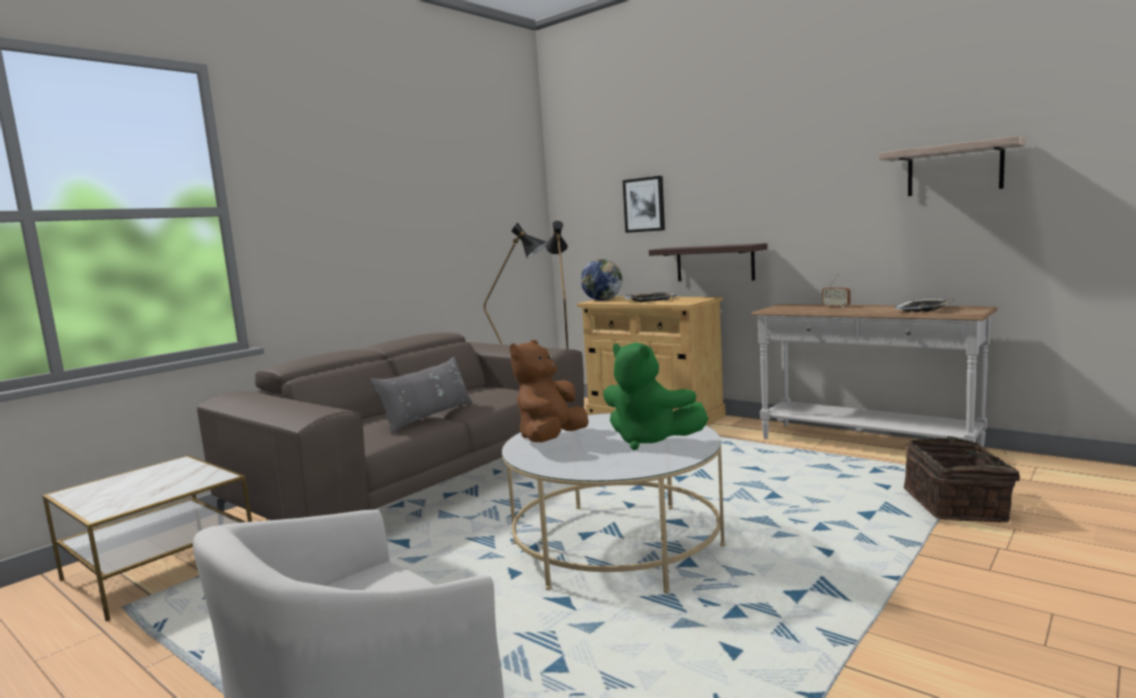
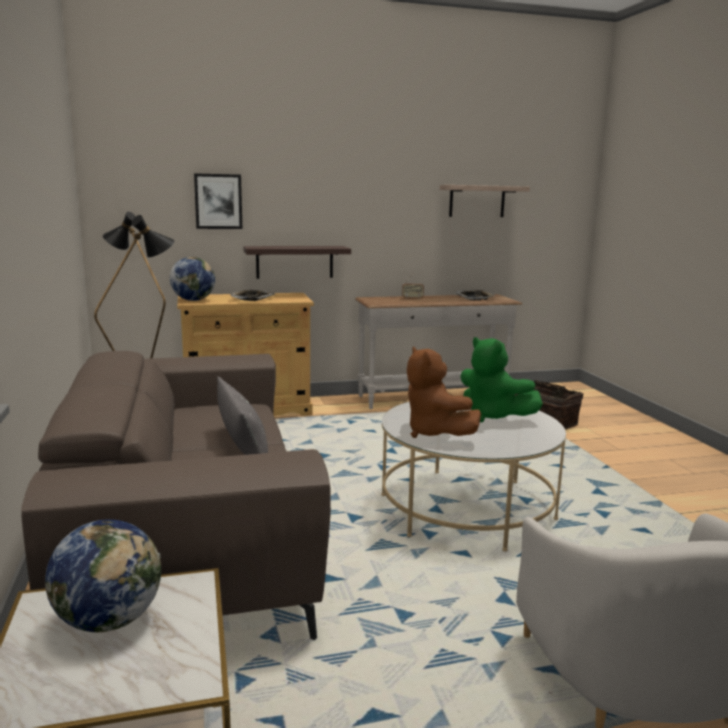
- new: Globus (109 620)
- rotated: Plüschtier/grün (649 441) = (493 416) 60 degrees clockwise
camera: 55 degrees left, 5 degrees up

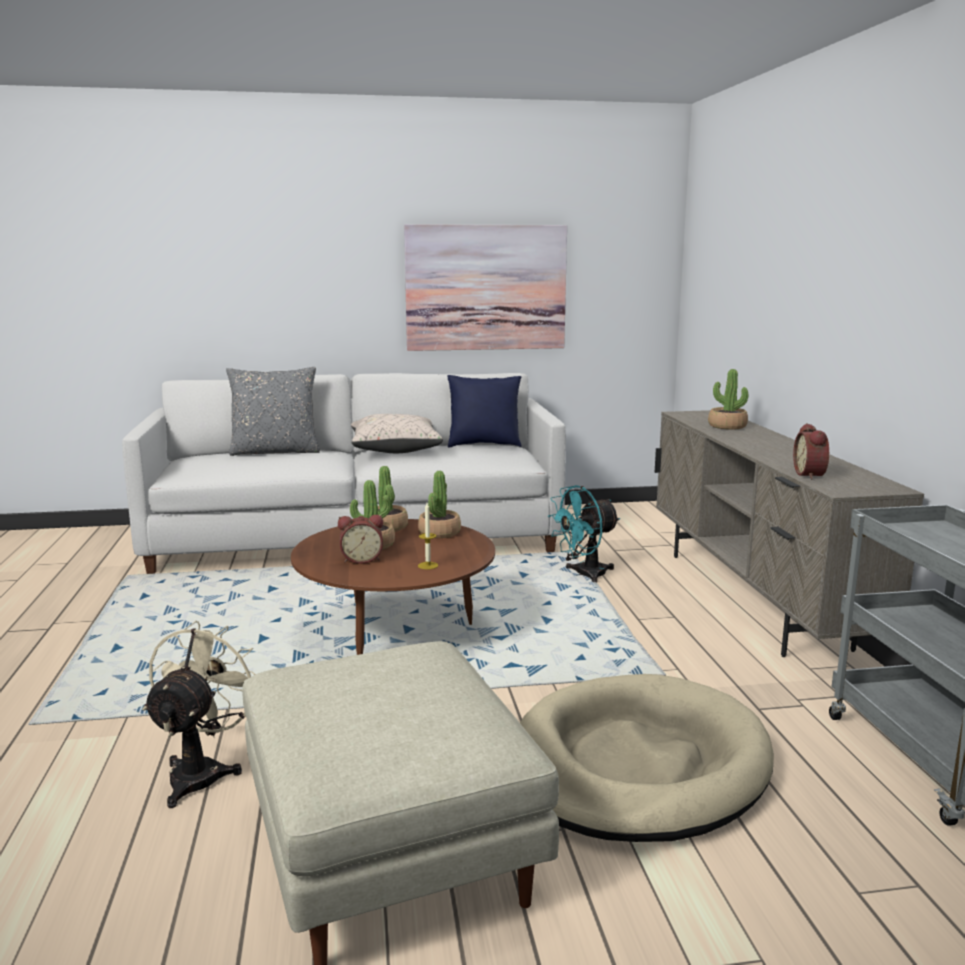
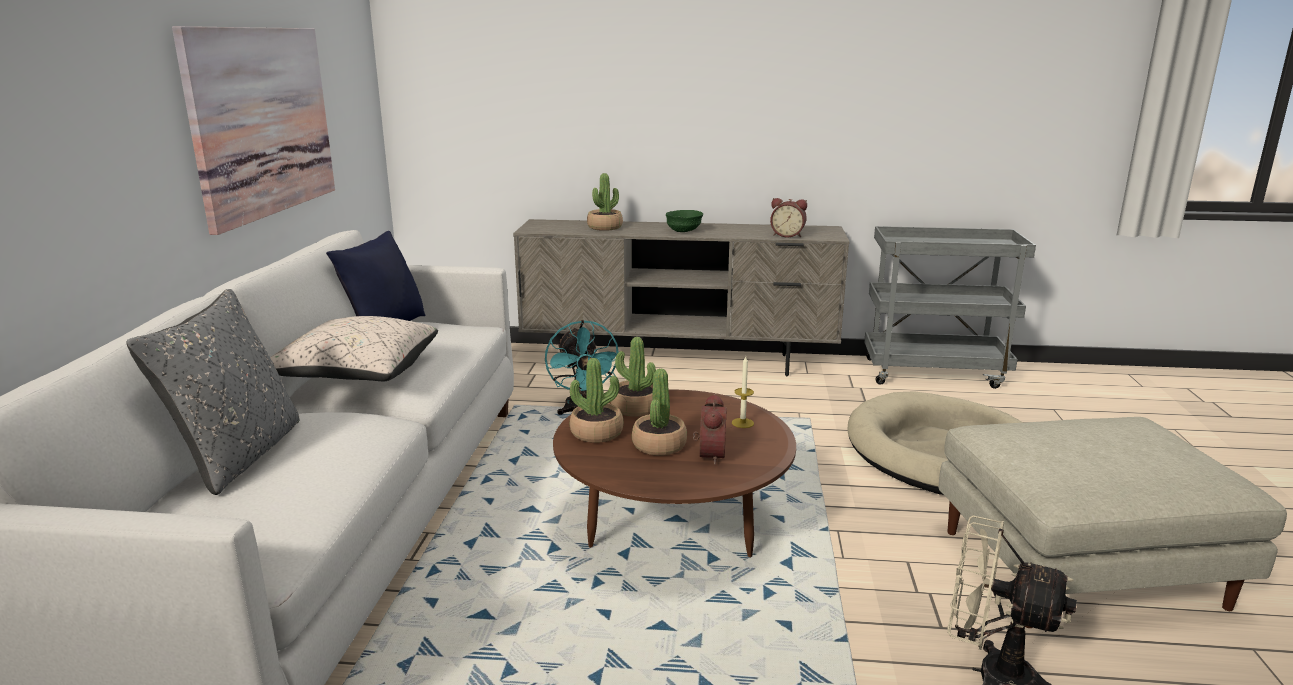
- new: Schüssel/grün (684 231)
camera: 75 degrees left, 5 degrees up

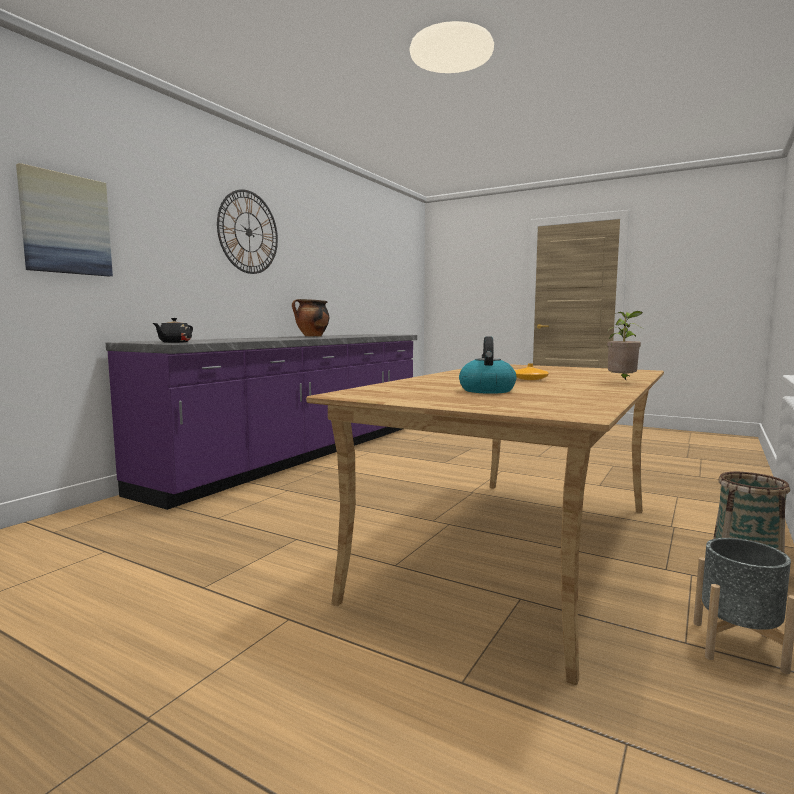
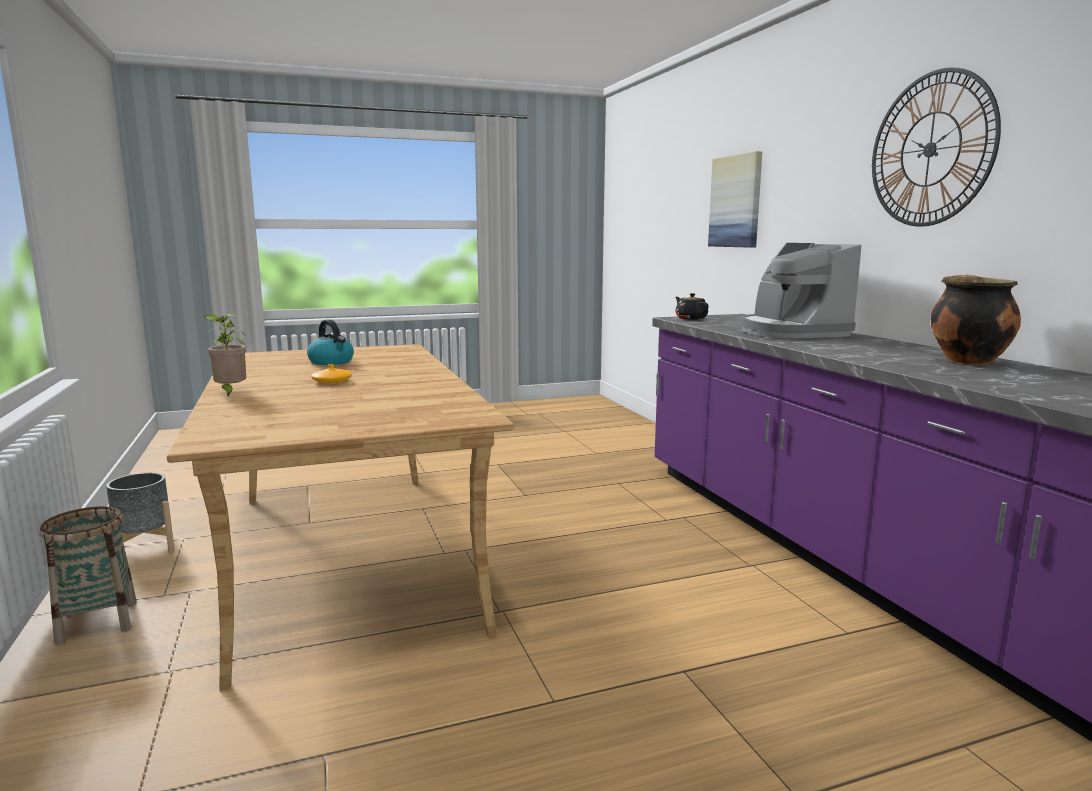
- new: Kaffeemaschine (791 332)
camera: 130 degrees right, 5 degrees up

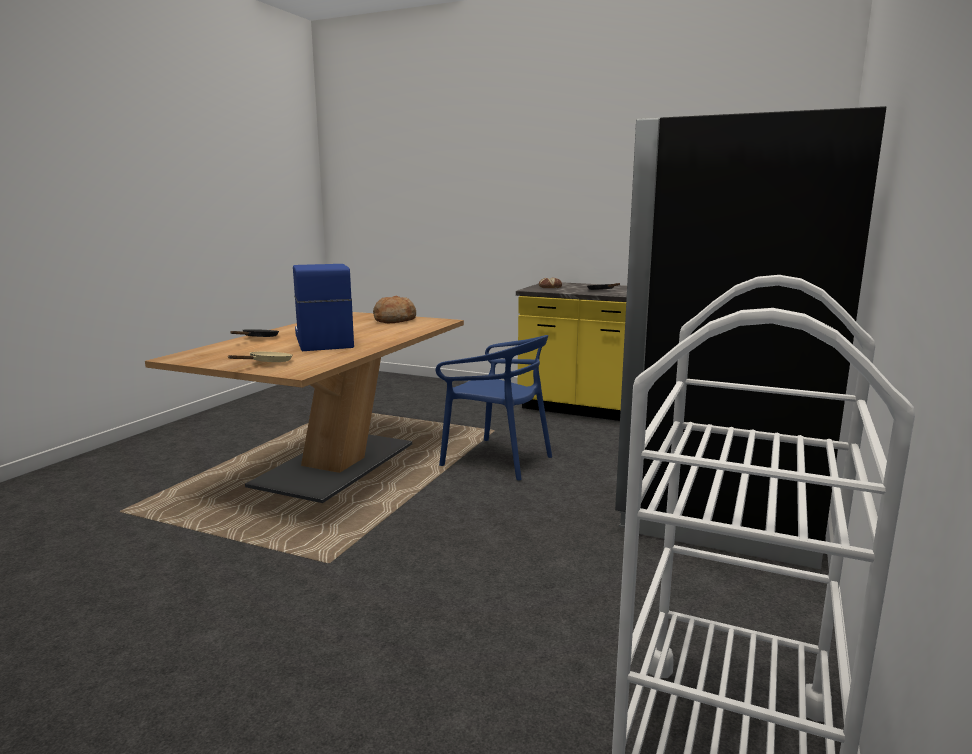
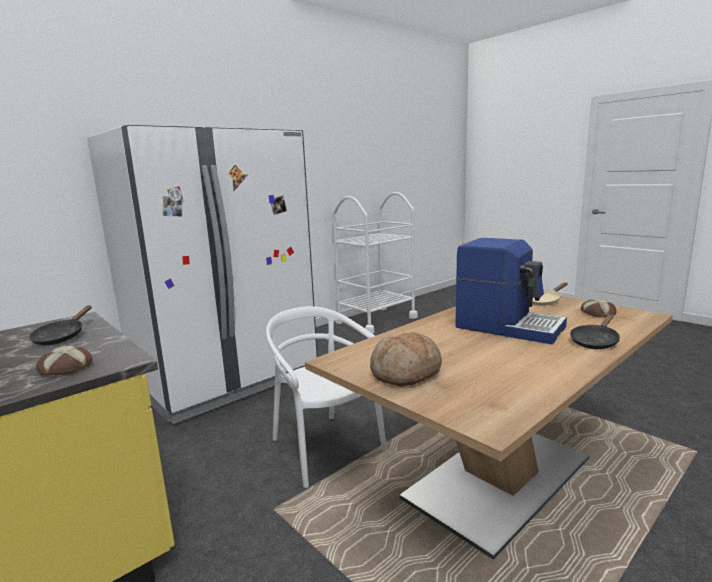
- repainted: Kühlschrank/schwarz (722 498) to Kühlschrank/weiß (226 379)
- repainted: Stuhl/blau (497 460) to Stuhl/weiß (325 448)
- rotated: Kaffeemaschine (322 341) = (509 326) 60 degrees counterclockwise
- new: Brot (597 313)
camera: 155 degrees left, 0 degrees up

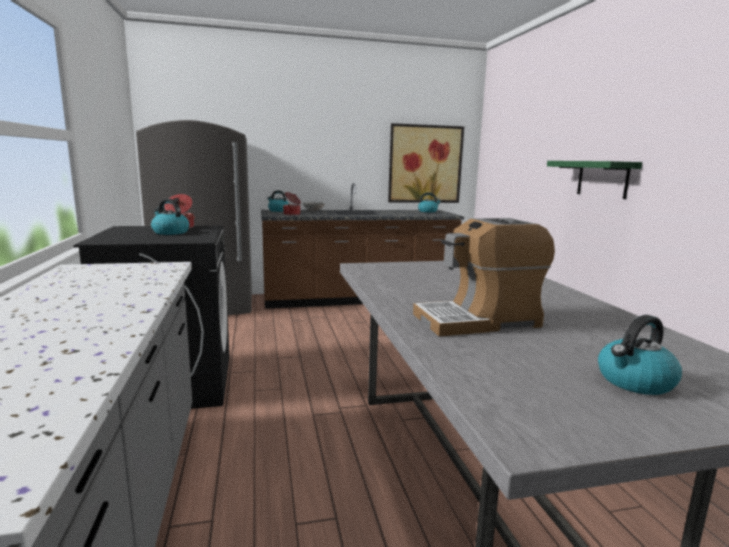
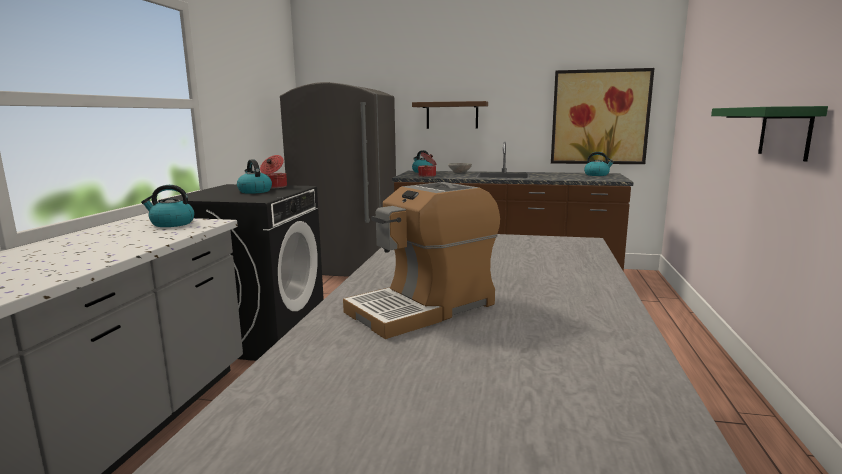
- shifted: Wasserkessel (635 382) to (171 224)
- rotated: Kaffeemaschine (478 320) = (423 308) 45 degrees counterclockwise
- new: Wandregal/braun (452 115)
camera: 25 degrees right, 0 degrees up

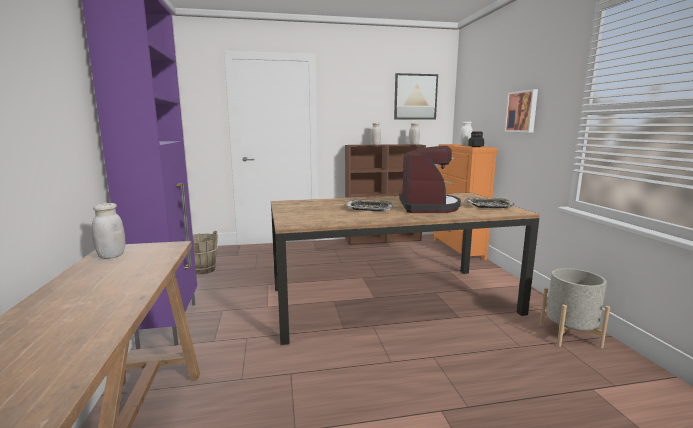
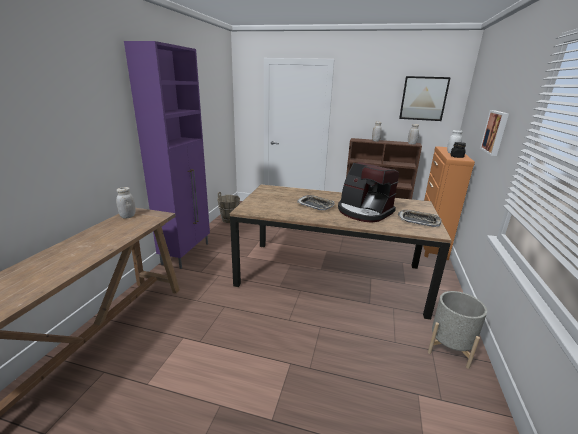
- rotated: Kaffeemaschine (428 207) = (364 212) 105 degrees clockwise
camera: 25 degrees right, 10 degrees up

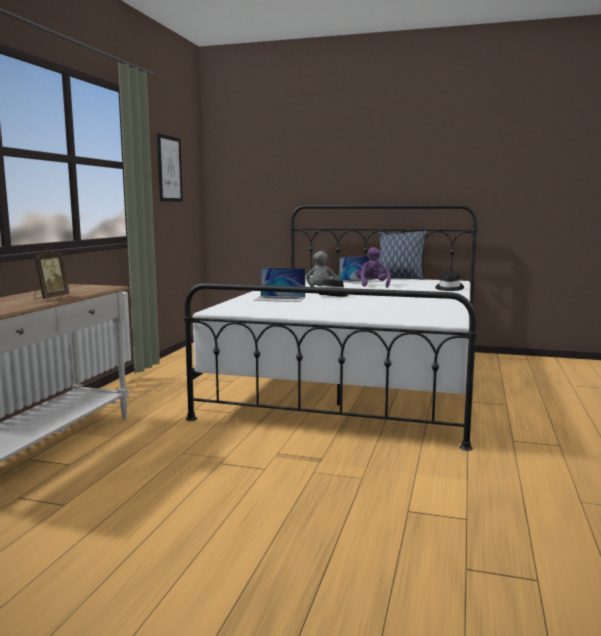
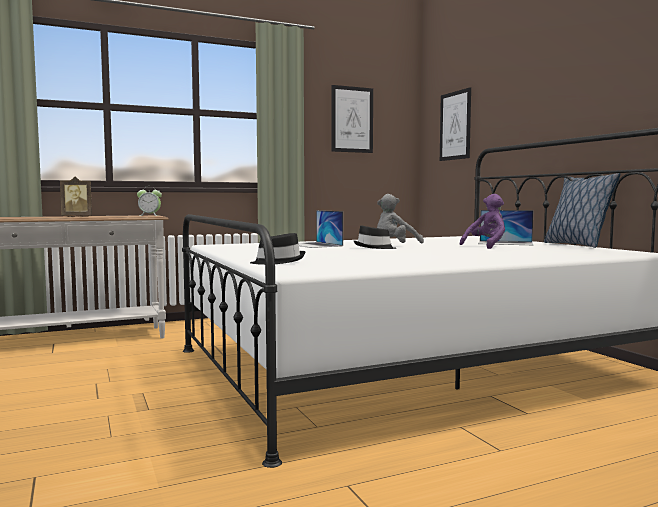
- new: Wecker (149 215)
- shifted: Hut/schwarz (448 288) to (278 262)
- new: Bild (455 125)
camera: 50 degrees right, 5 degrees down

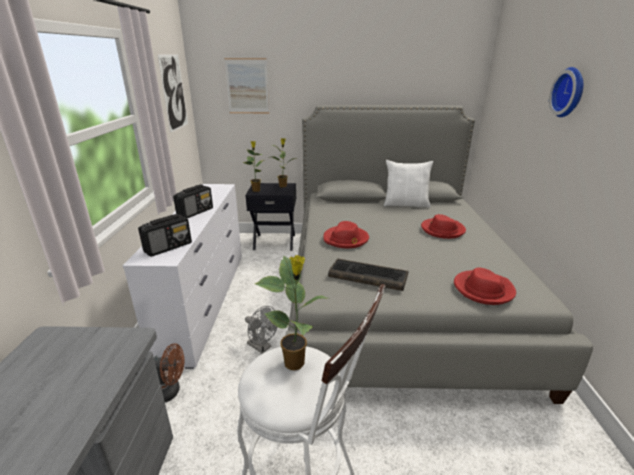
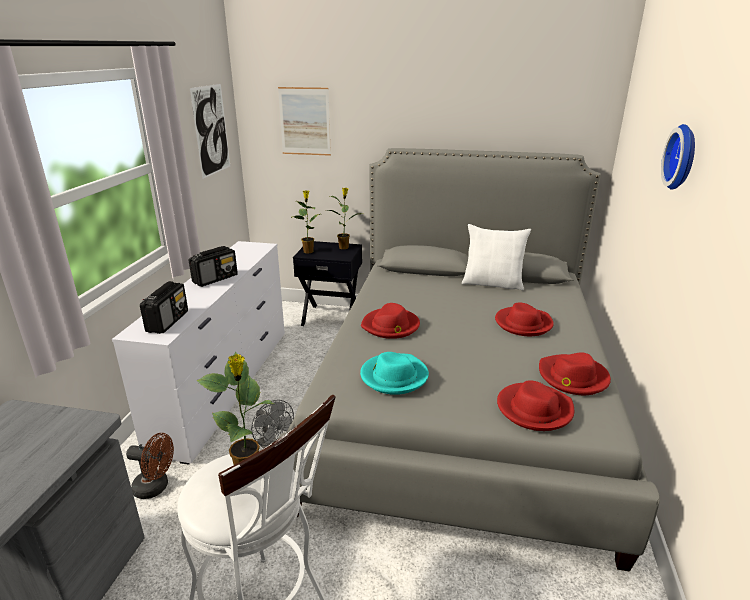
- rotated: Radio (168 247) = (168 321) 45 degrees counterclockwise
- swapped: Tastatur (367 275) to Hut/türkis (394 376)
- new: Hut/rot (572 377)
camera: 10 degrees right, 0 degrees up

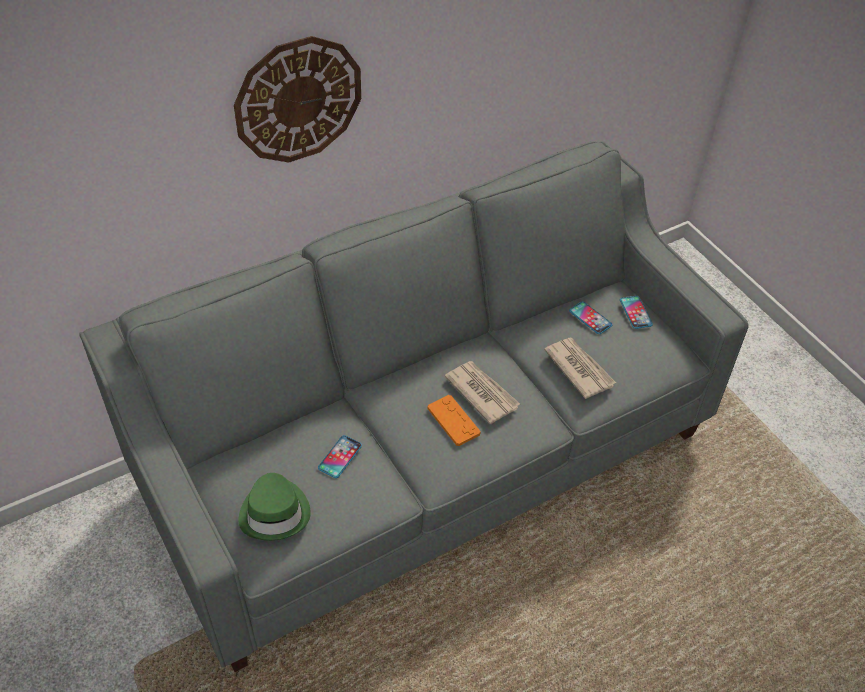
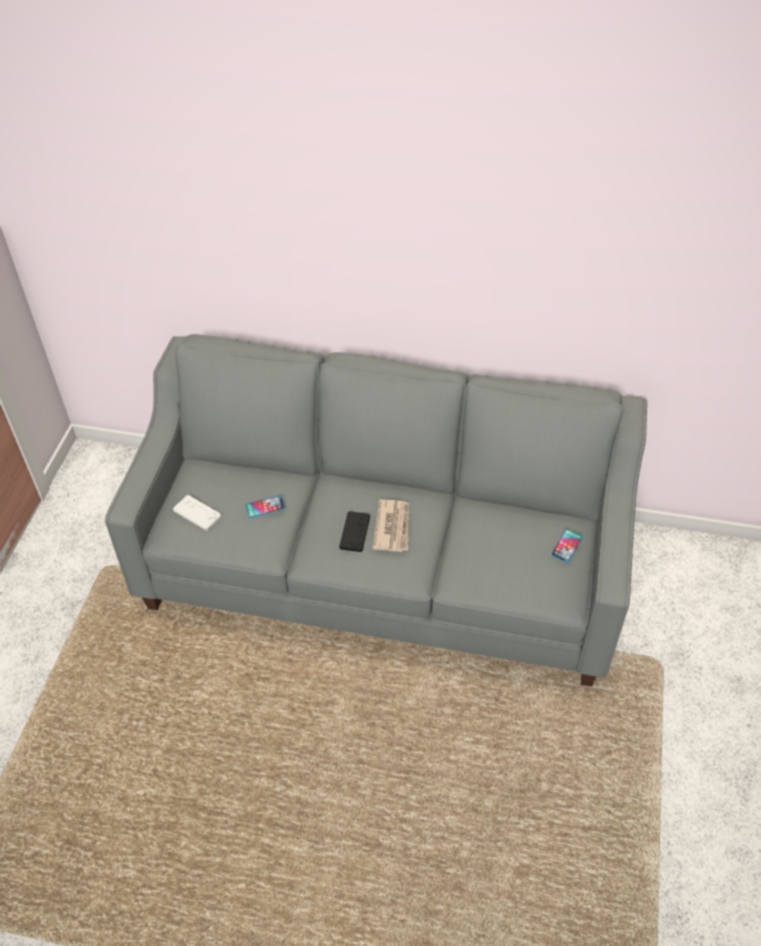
- swapped: Hut/grün (275 512) to Gamepad/weiß (197 513)
- repainted: Gamepad/orange (453 421) to Gamepad/schwarz (355 532)
- gone: Wanduhr (298 100)
- gone: Zeitung (579 368)
- gone: Handy (590 318)
camera: 45 degrees right, 0 degrees up

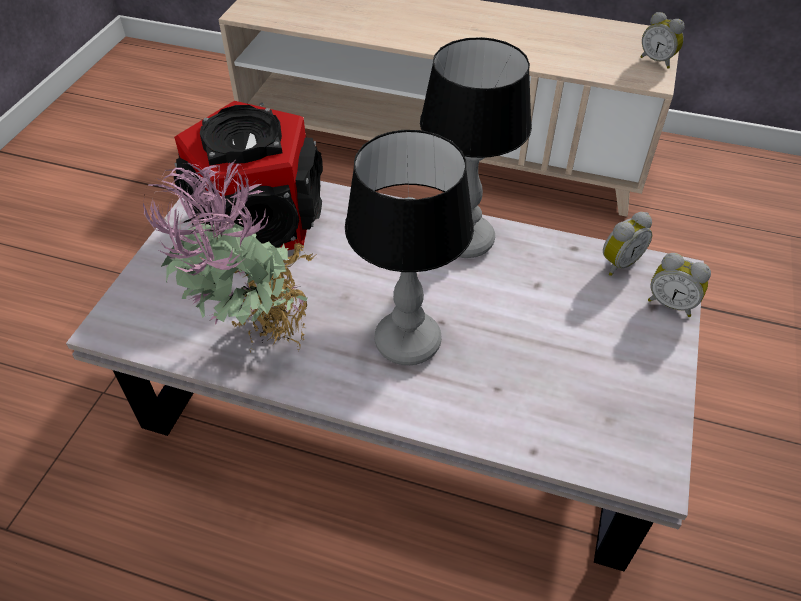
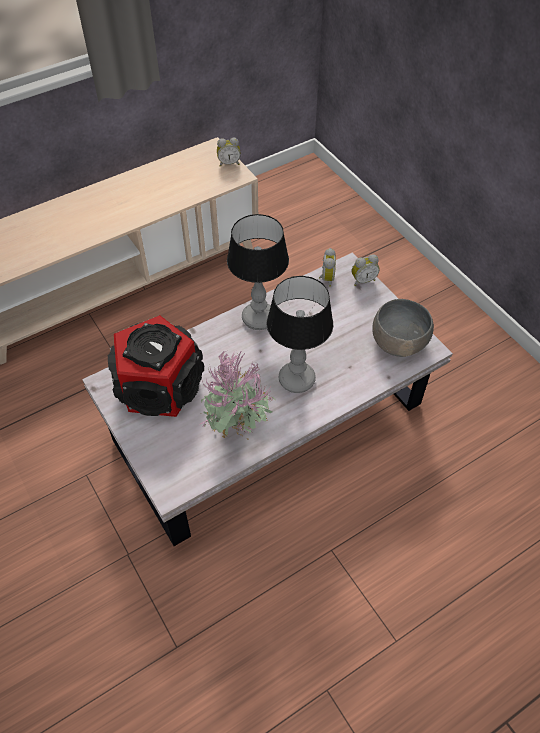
- new: Schüssel/grau (398 342)
camera: 50 degrees left, 5 degrees up

